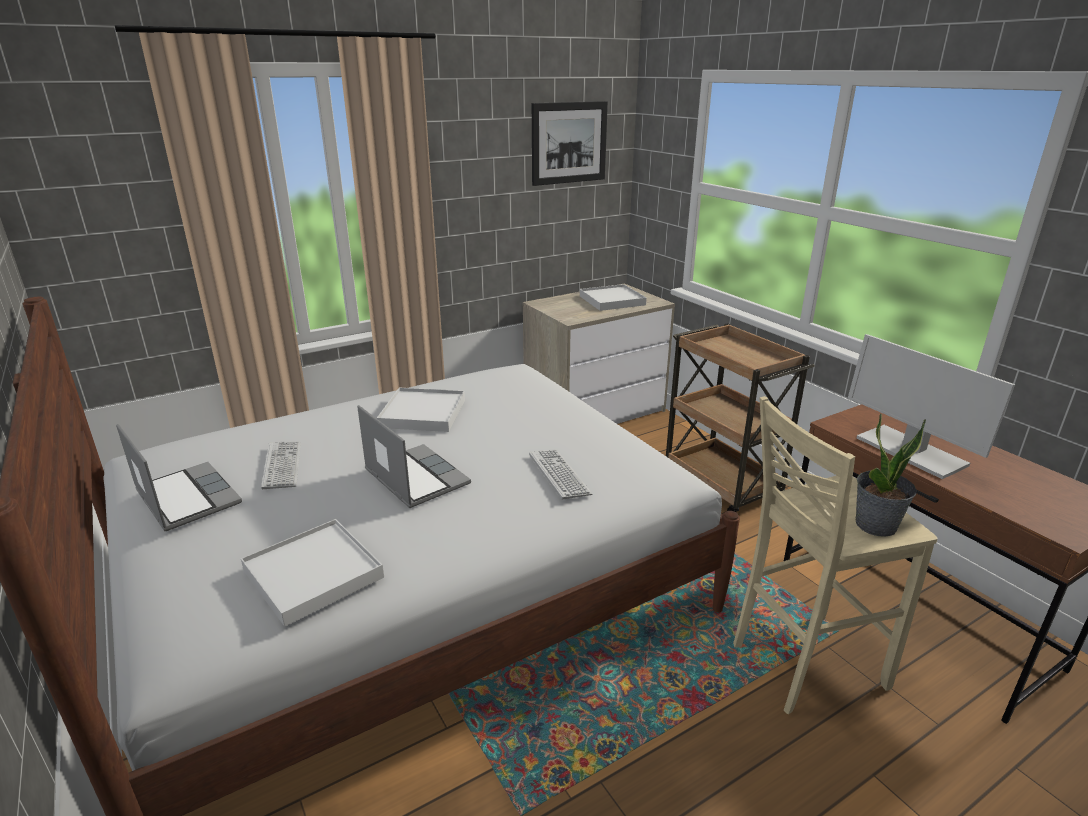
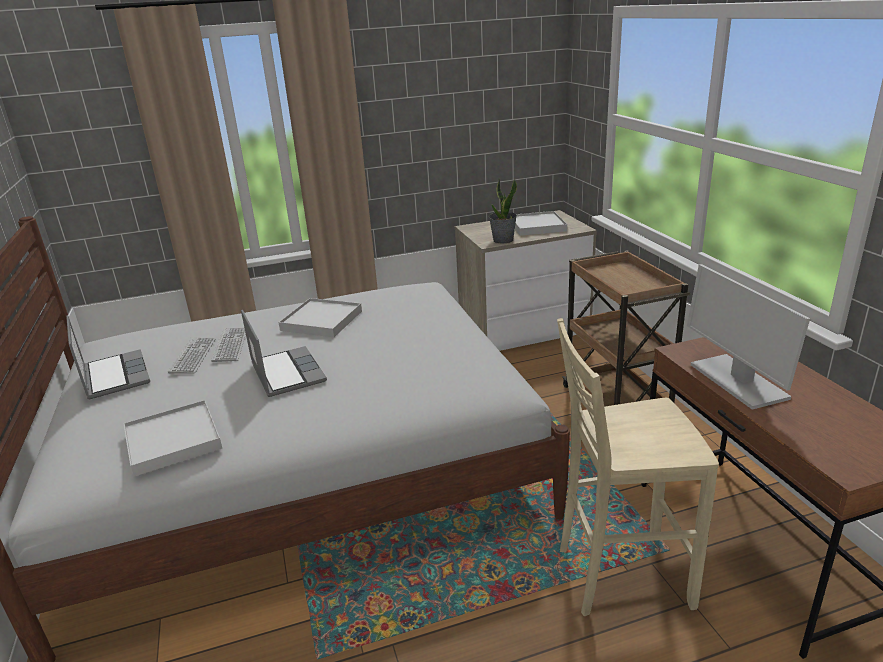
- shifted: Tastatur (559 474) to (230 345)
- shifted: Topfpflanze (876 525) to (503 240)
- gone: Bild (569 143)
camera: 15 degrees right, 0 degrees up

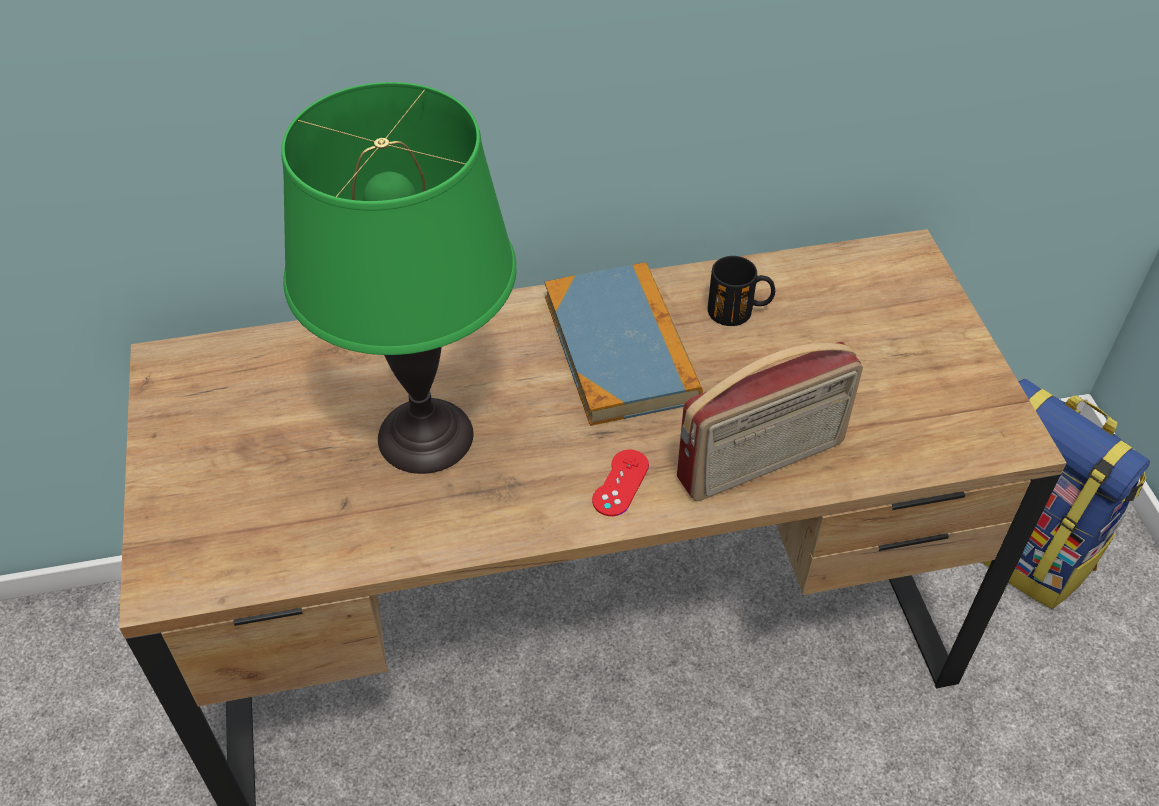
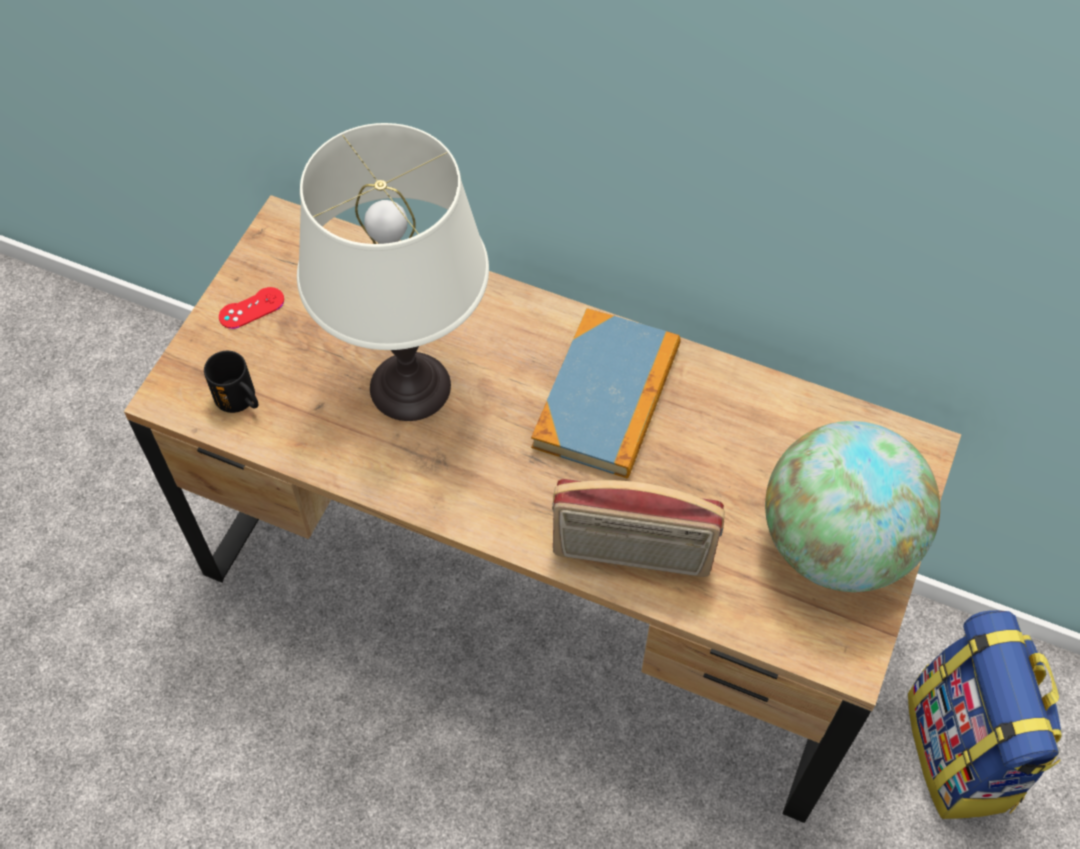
- shifted: Henkelbecher/schwarz (739 310) to (241 400)
- shifted: Gamepad/rot (620 483) to (251 308)
- repainted: Tischlampe/grün (426 436) to Tischlampe/weiß (410 387)
- new: Globus (836 543)
camera: 35 degrees right, 10 degrees up

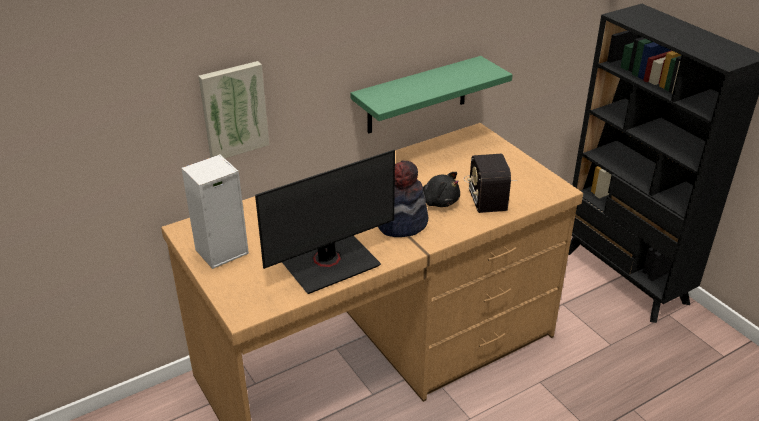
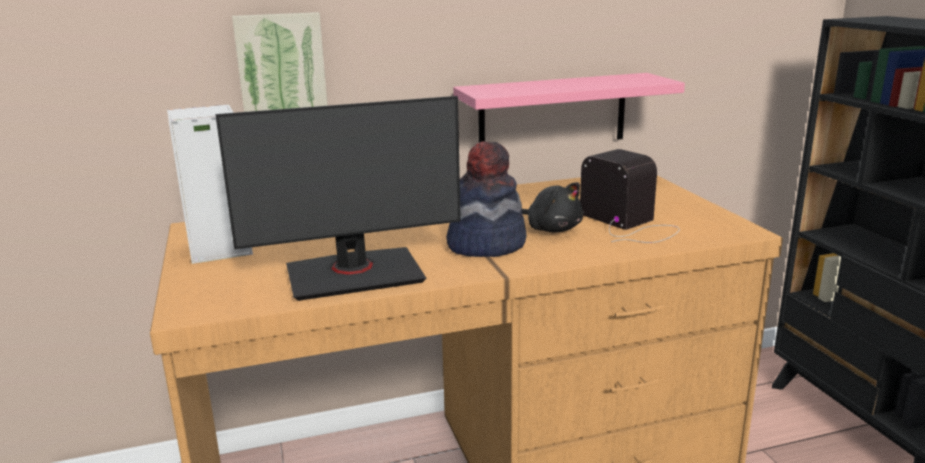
- repainted: Wandregal/grün (417 95) to Wandregal/rosa (553 112)
- rotated: Radio (487 190) = (630 224) 135 degrees clockwise
camera: 15 degrees right, 15 degrees down

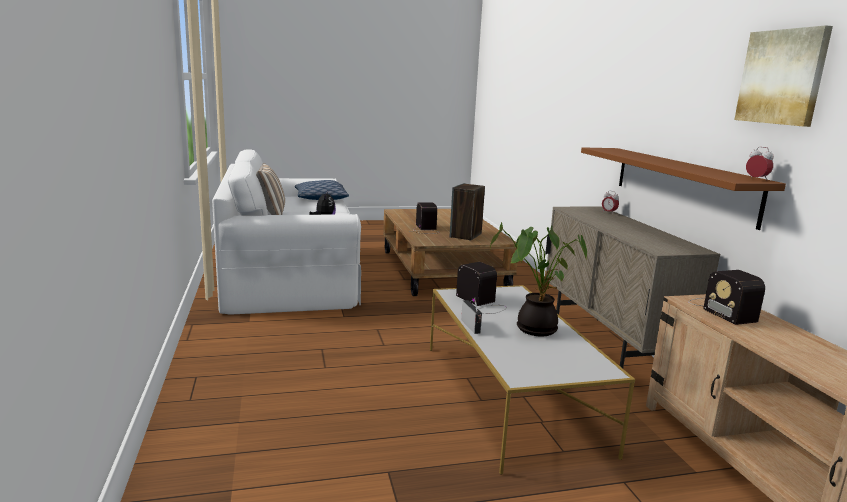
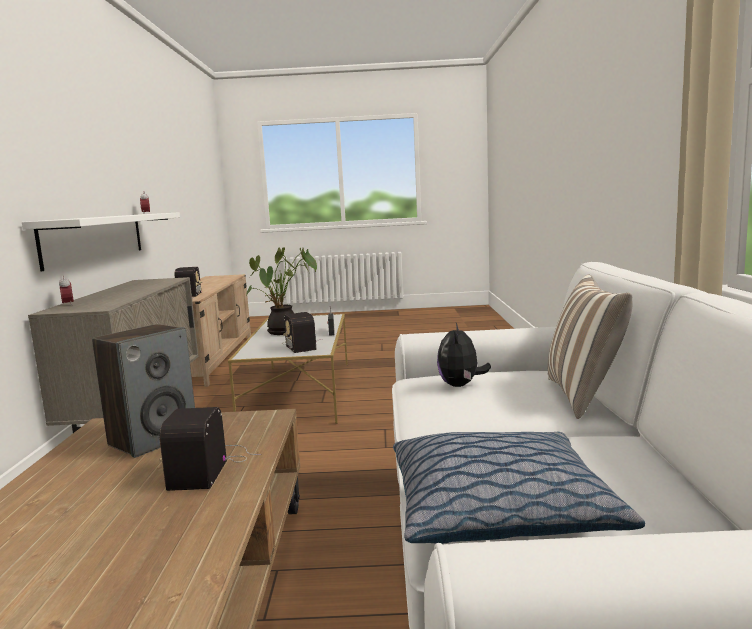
- repainted: Wandregal/braun (681 183) to Wandregal/weiß (96 238)
- gone: Bild (782 77)
camera: 165 degrees left, 5 degrees down

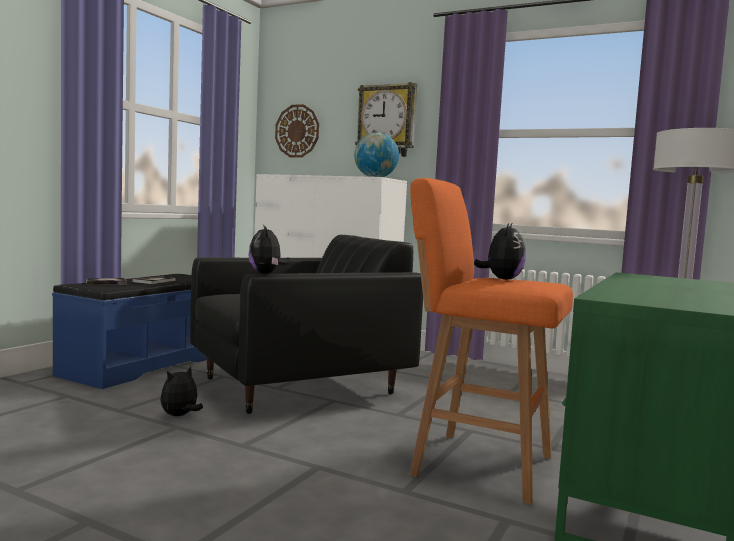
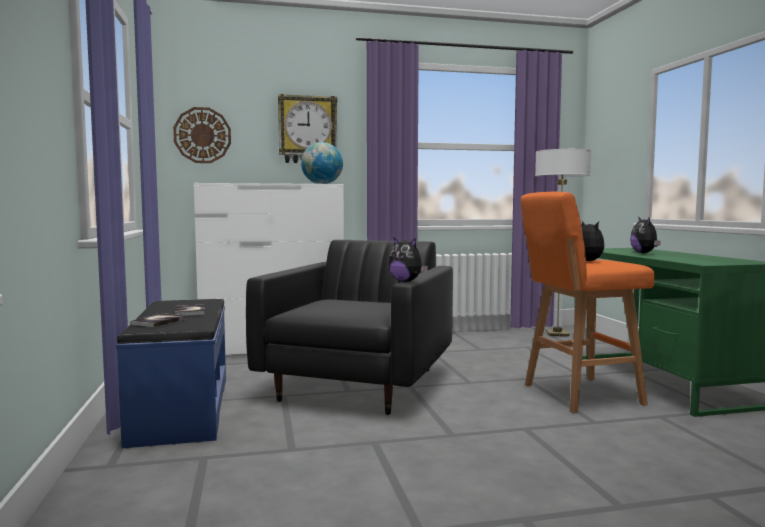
- shifted: Plüschtier (180 416) to (644 253)
camera: 40 degrees left, 0 degrees up

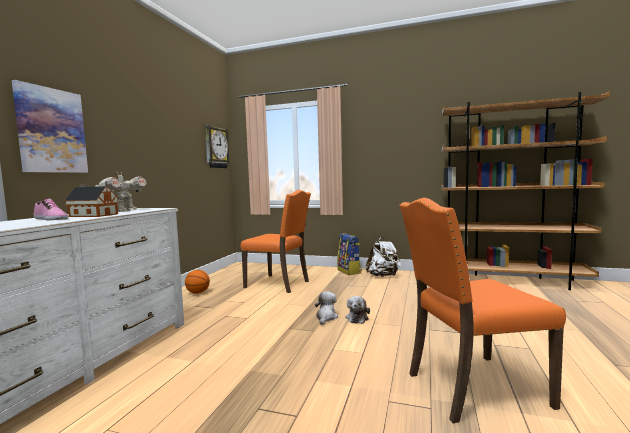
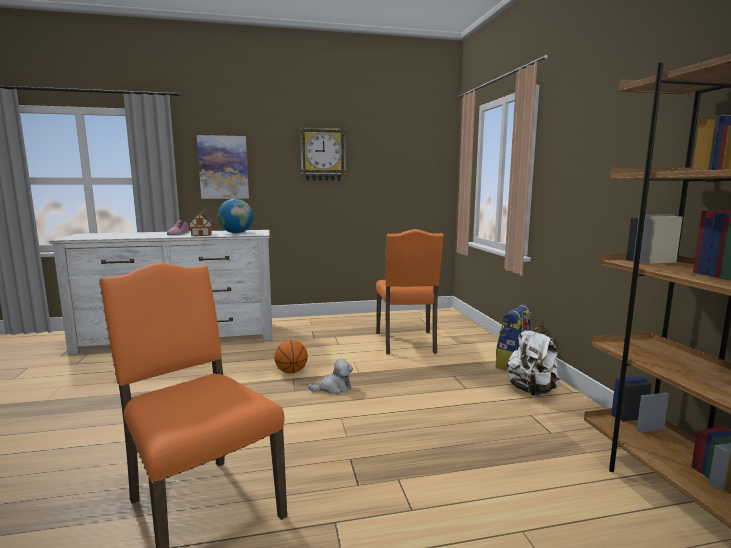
- swapped: Spielzeugroboter (124 211) to Globus (236 233)
- shifted: Basketball (198 293) to (291 372)
- shifted: Wanduhr (216 147) to (323 154)
- gone: Plüschtier (357 318)
camera: 60 degrees right, 5 degrees up

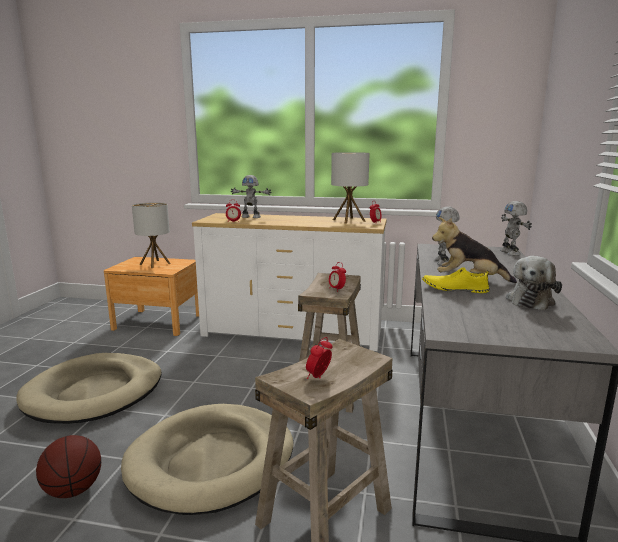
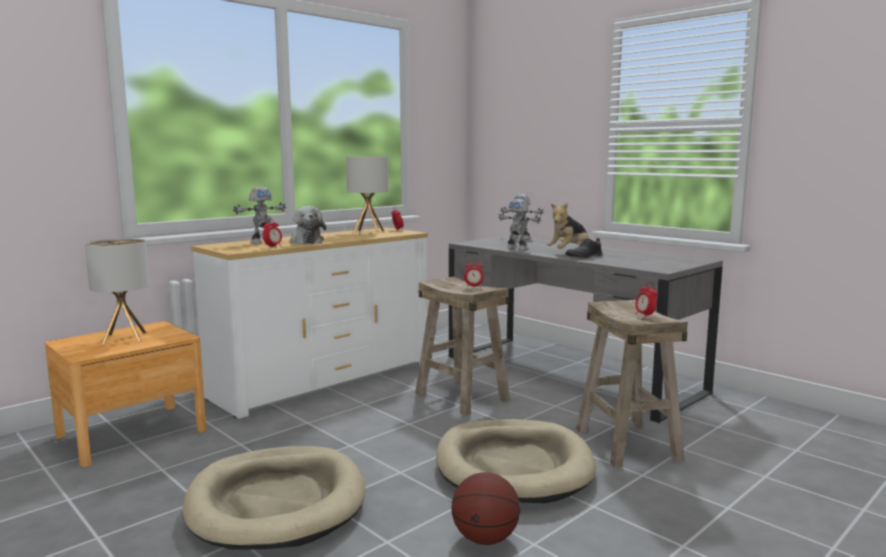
- shifted: Plüschtier (530 300) to (306 241)
- repainted: Schuh/gelb (454 289) to Schuh/schwarz (584 257)
camera: 55 degrees left, 5 degrees down

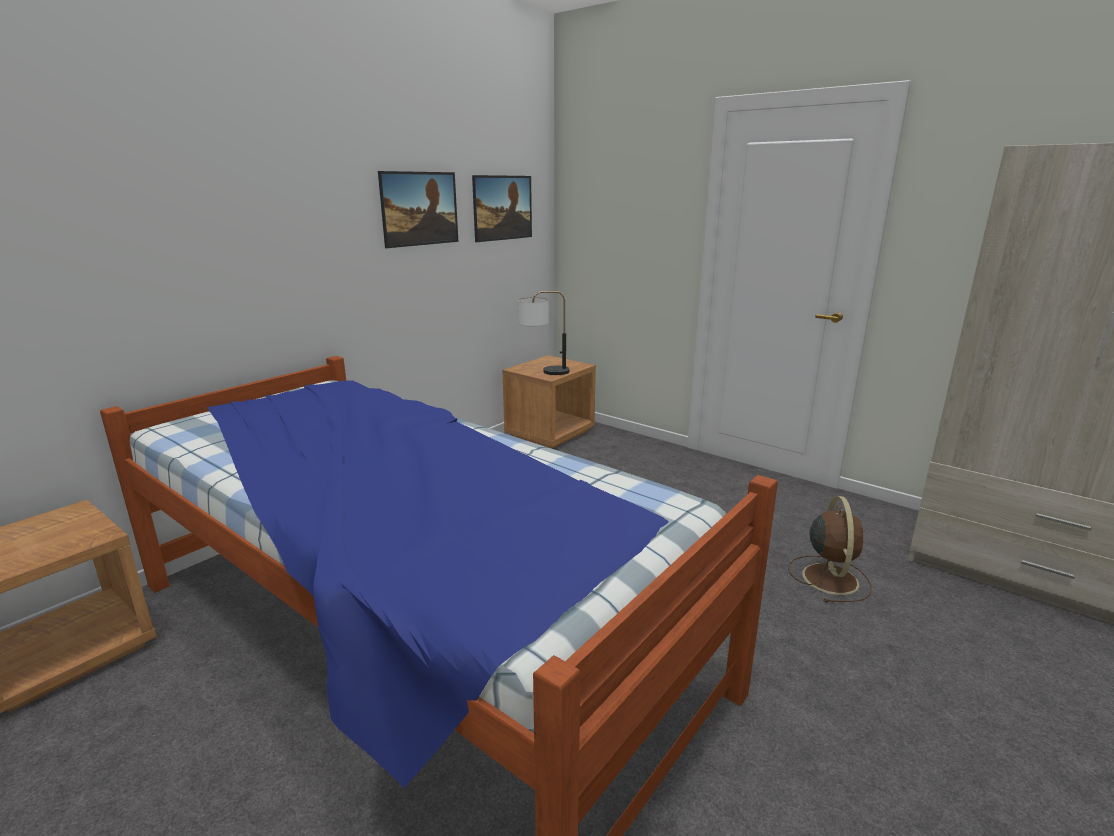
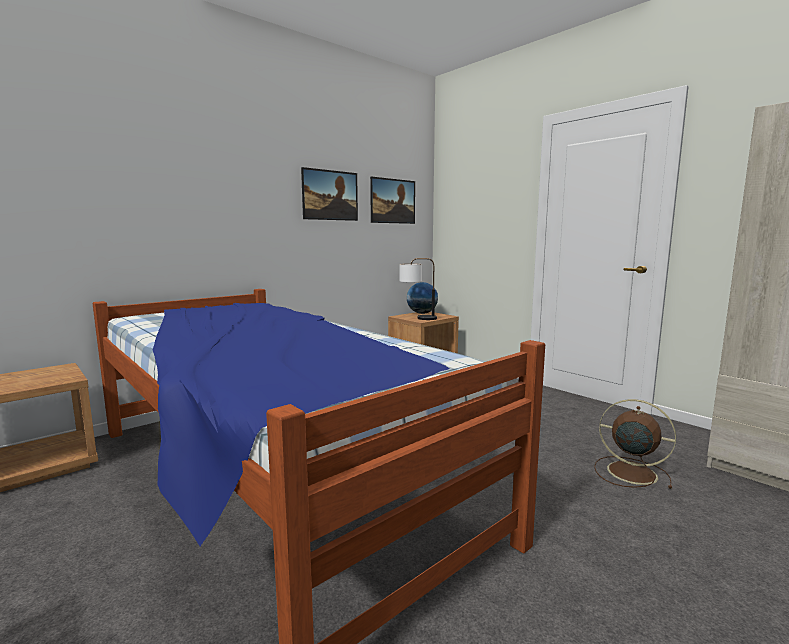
- new: Globus (422 313)
- rotated: Ventilator/braun (829 577) = (629 472) 75 degrees counterclockwise
camera: 10 degrees right, 10 degrees down

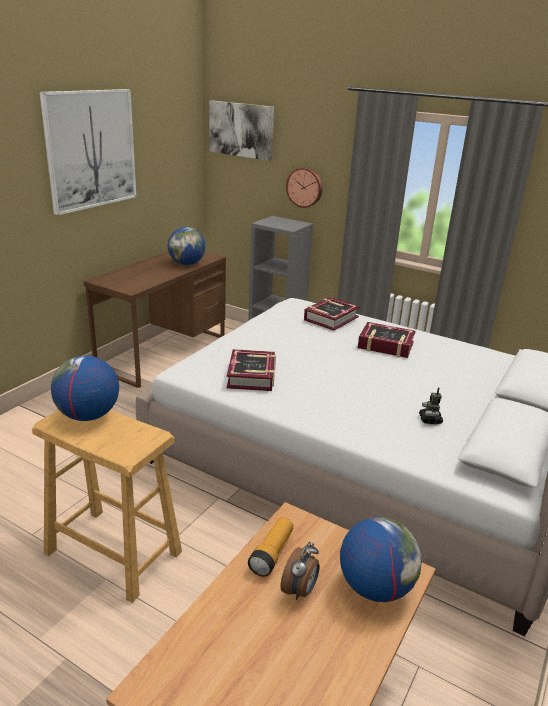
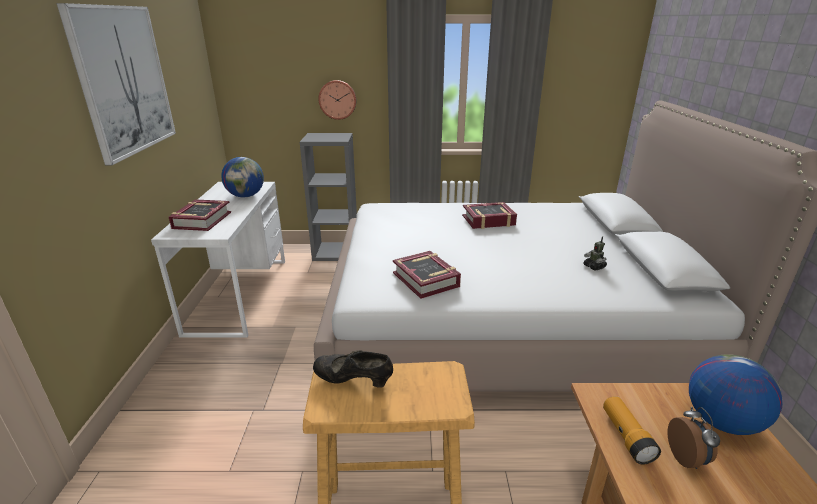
- repainted: Schreibtisch/braun (163 353) to Schreibtisch/weiß (239 294)
- shifted: Buch (330 318) to (202 220)
- swapped: Globus (88 416) to Schuh/schwarz (353 381)
- gone: Bild (241 130)
camera: 30 degrees left, 0 degrees up

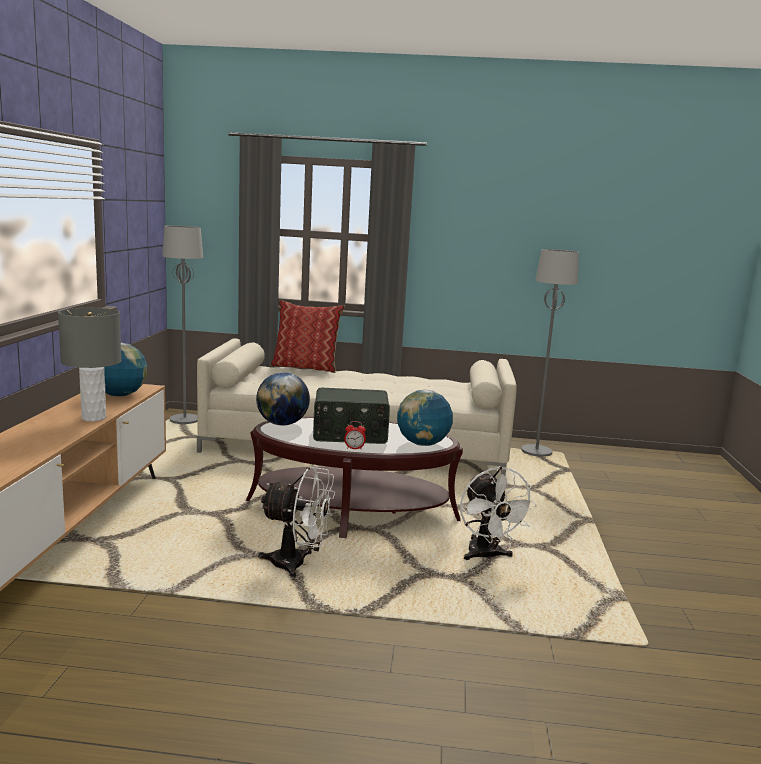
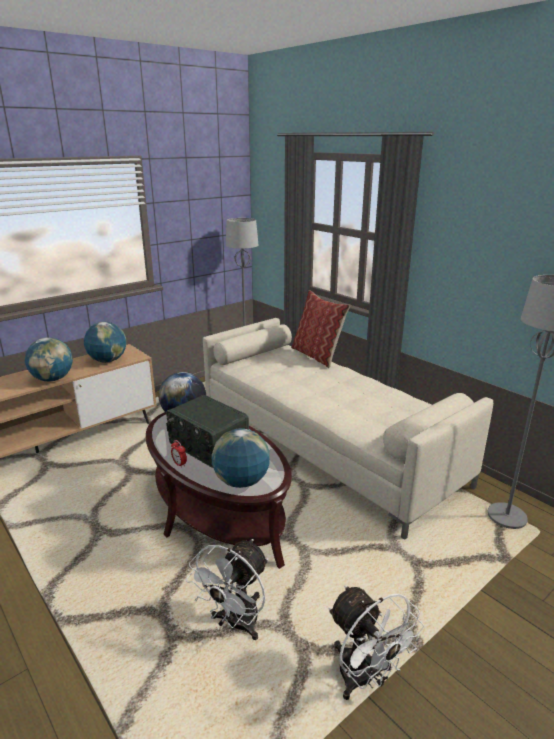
- swapped: Tischlampe/grau (94 418) to Globus (53 379)
- shifted: Ventilator/weiß (297 564) to (364 679)
camera: 45 degrees right, 10 degrees up

